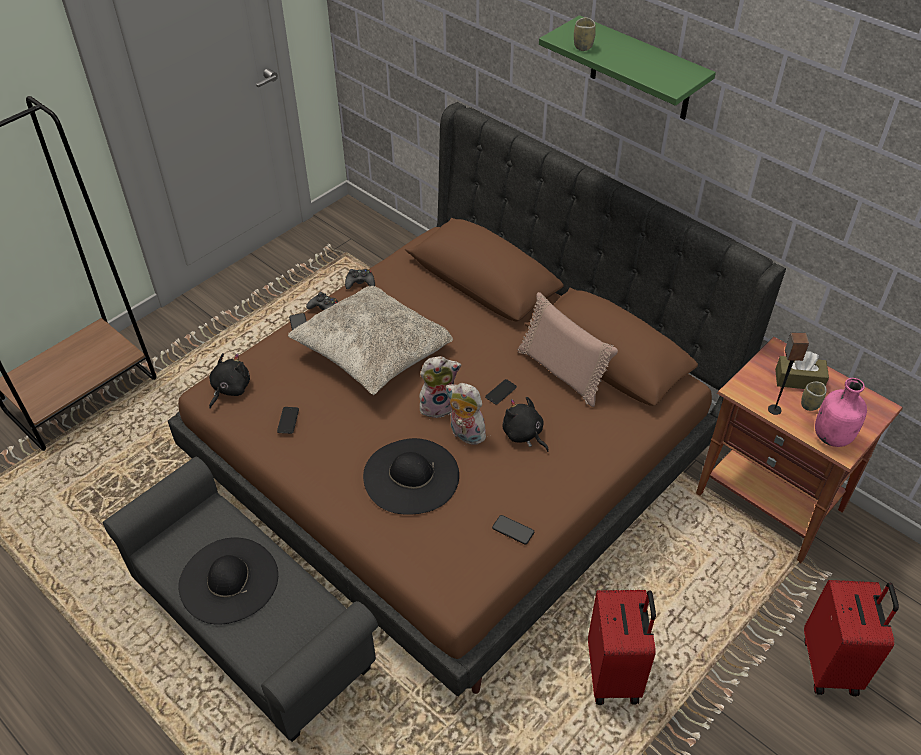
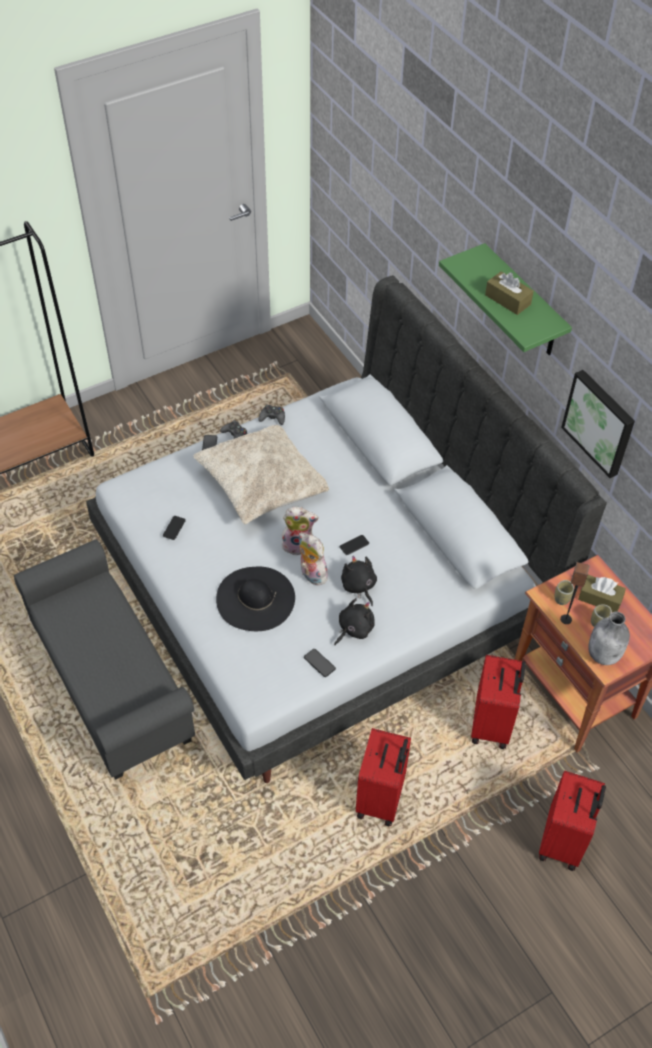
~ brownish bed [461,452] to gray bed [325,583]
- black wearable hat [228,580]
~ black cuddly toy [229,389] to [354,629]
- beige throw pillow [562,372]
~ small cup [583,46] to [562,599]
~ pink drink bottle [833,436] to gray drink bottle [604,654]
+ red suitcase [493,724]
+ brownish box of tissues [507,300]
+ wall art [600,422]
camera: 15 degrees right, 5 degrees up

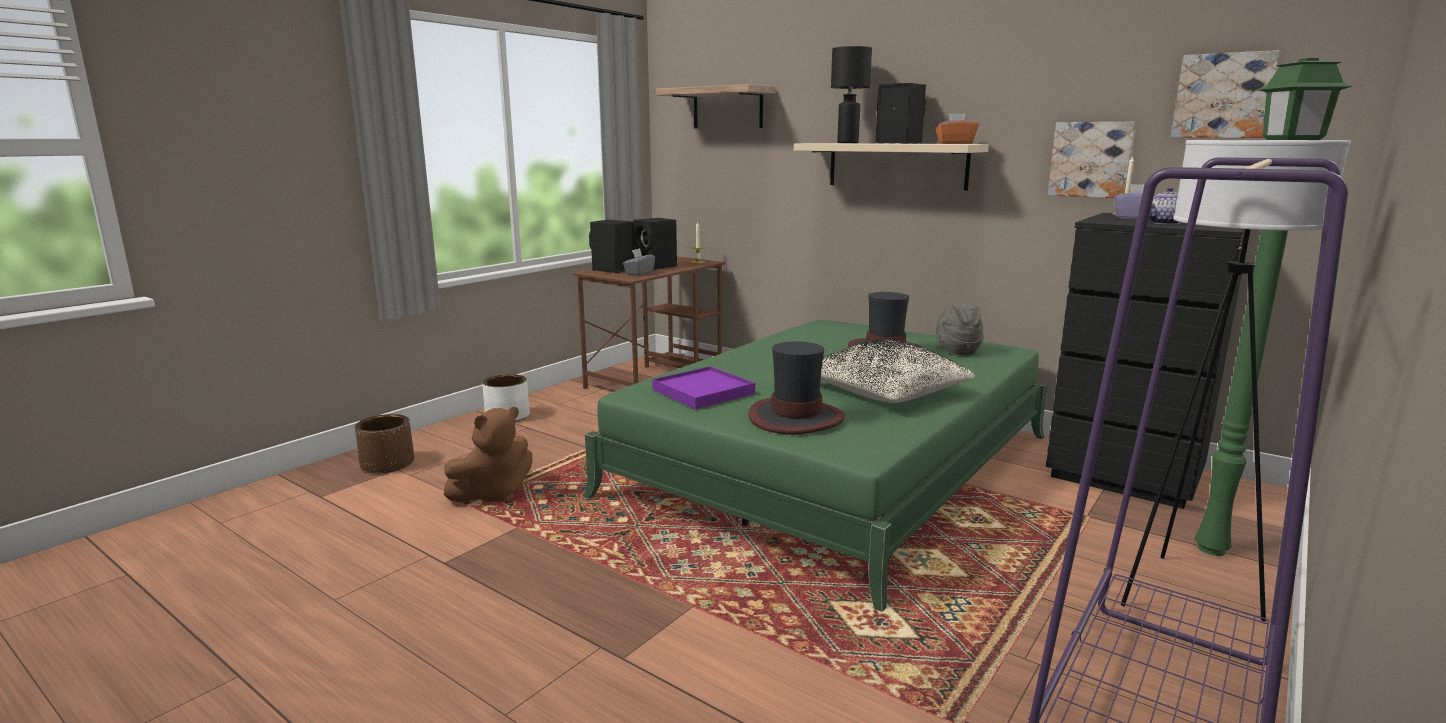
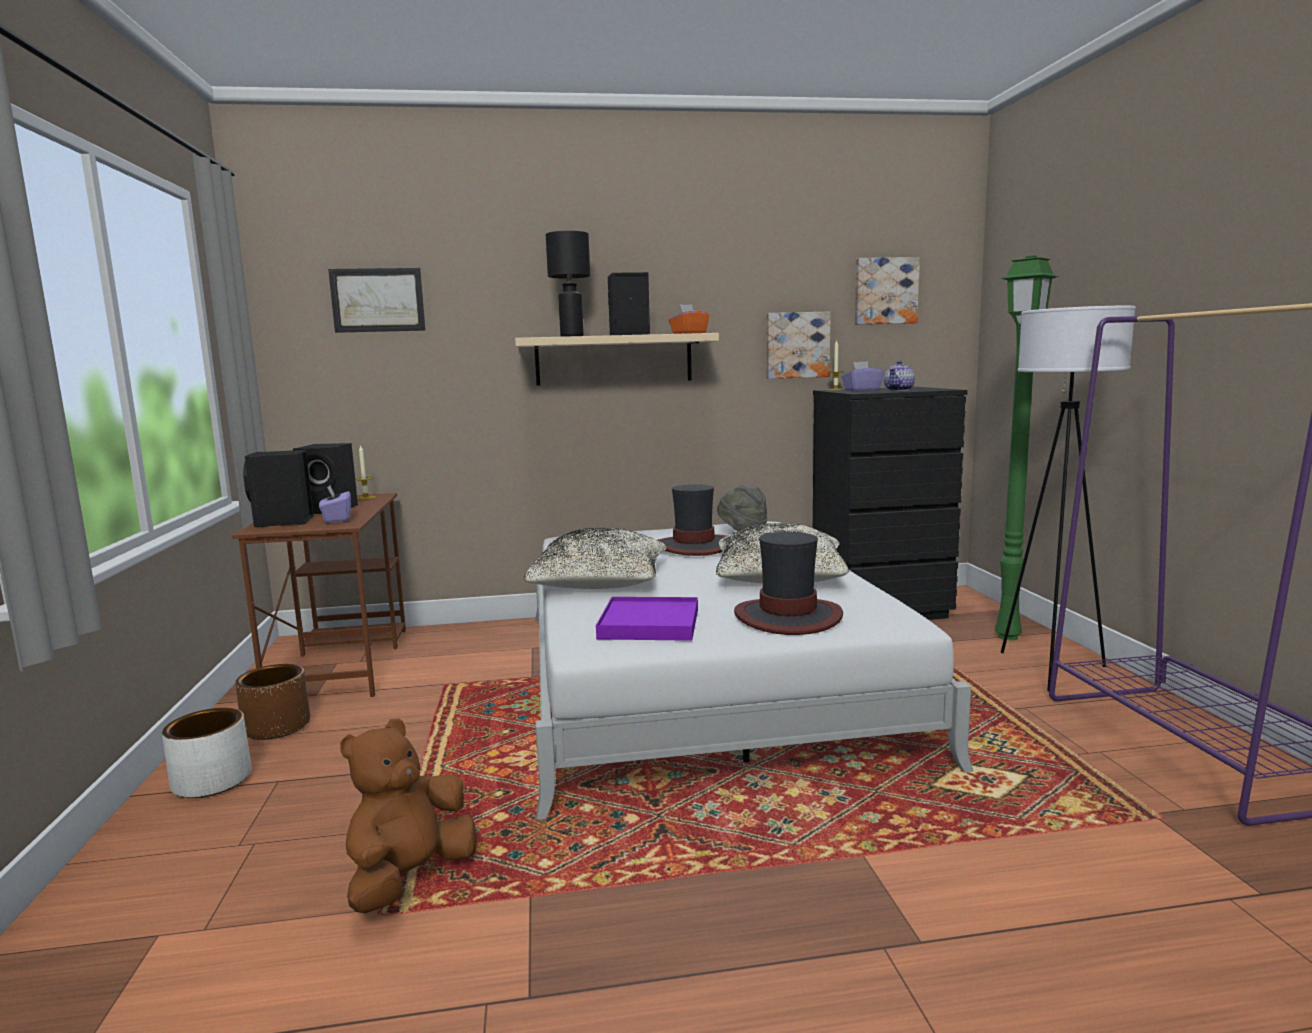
~ brownish planter [388,464] to [276,727]
~ brownish cuddly toy [494,494] = [410,878] 150 degrees counterclockwise
~ green bed [834,465] to white-coloured bed [701,677]
~ gray box of tissues [639,273] to purple box of tissues [337,519]
~ shelf [727,108] to wall art [378,300]
+ beige throw pillow [599,580]
camera: 45 degrees left, 5 degrees down

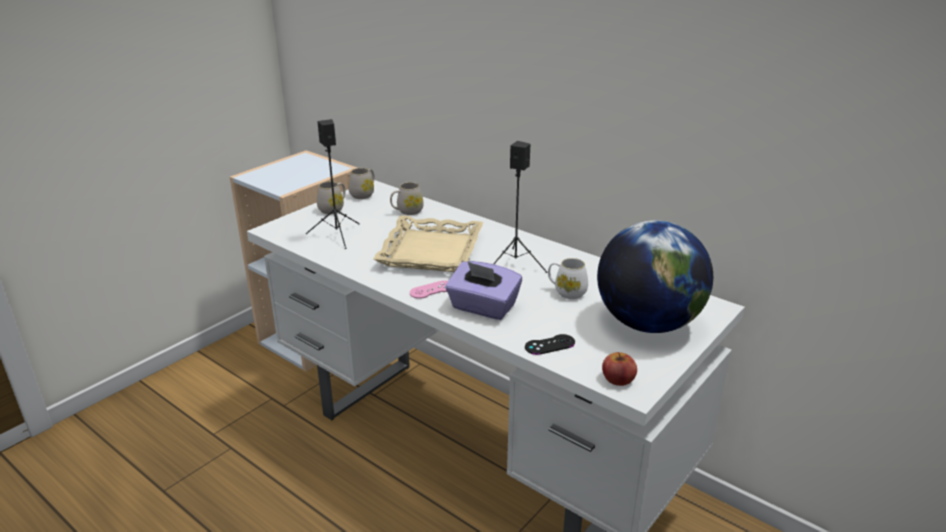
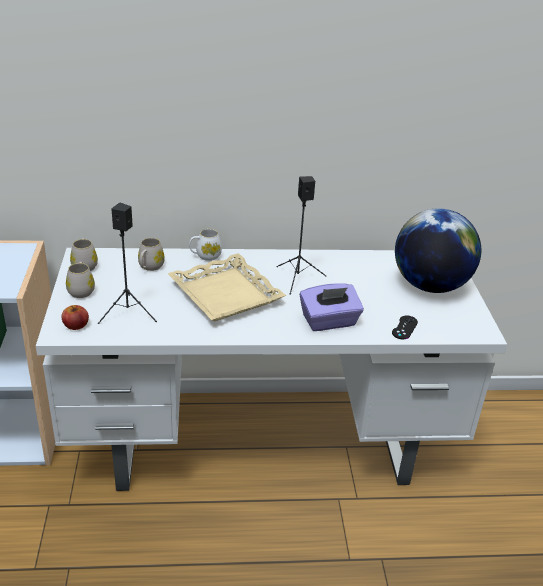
- pink gamepad [432,290]
~ white-coloured mug [566,291] to [205,256]
~ apple [618,378] to [76,325]
camera: 45 degrees left, 5 degrees up

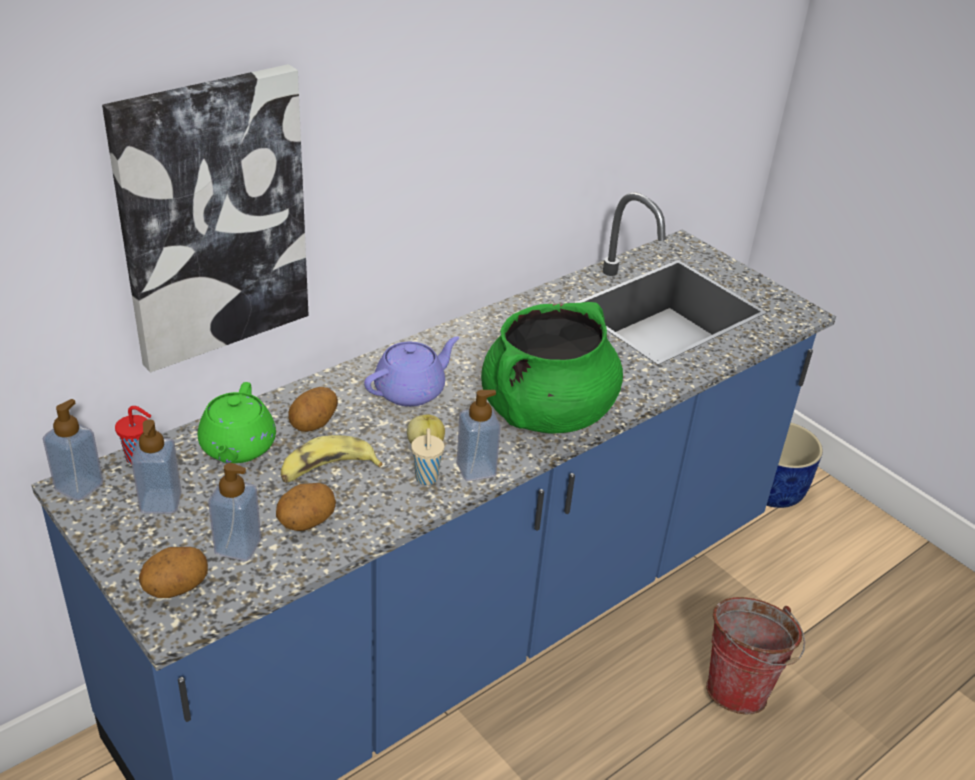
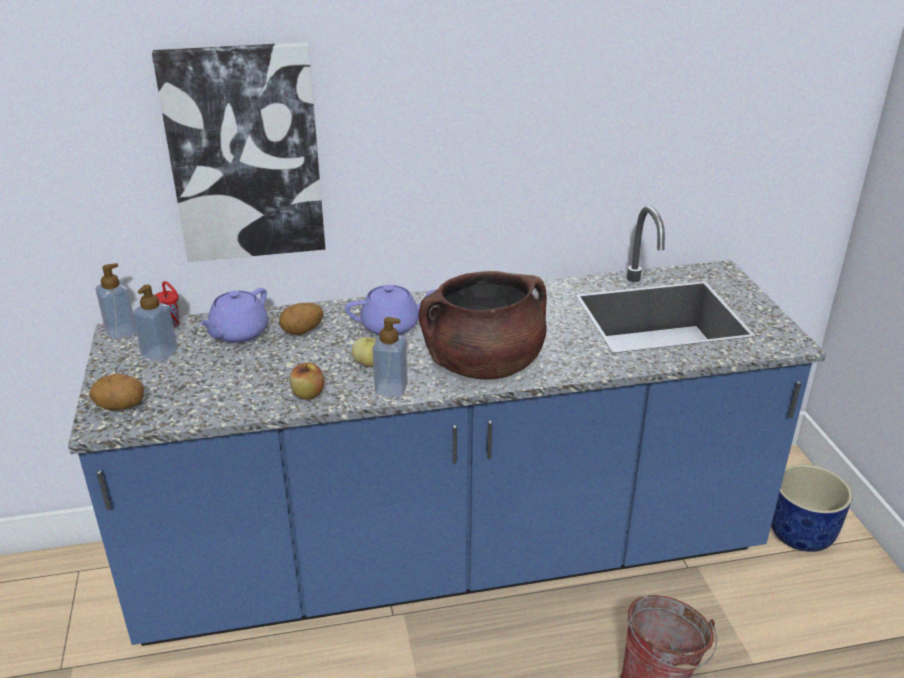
~ green pot for tea [237,447] to purple pot for tea [238,333]
- soap bottle [238,546]
- spud [306,522]
- whole banana [327,470]
- beige small cup [426,479]
~ green stockpot [547,413] to brownish stockpot [483,365]
+ apple [308,394]
camera: 30 degrees right, 5 degrees down

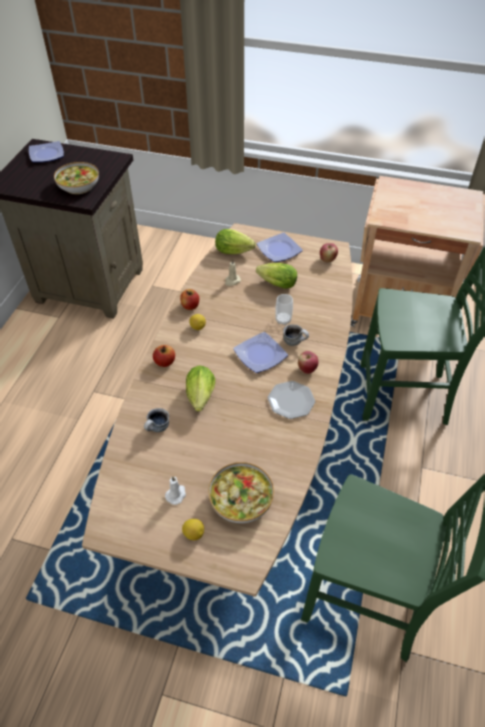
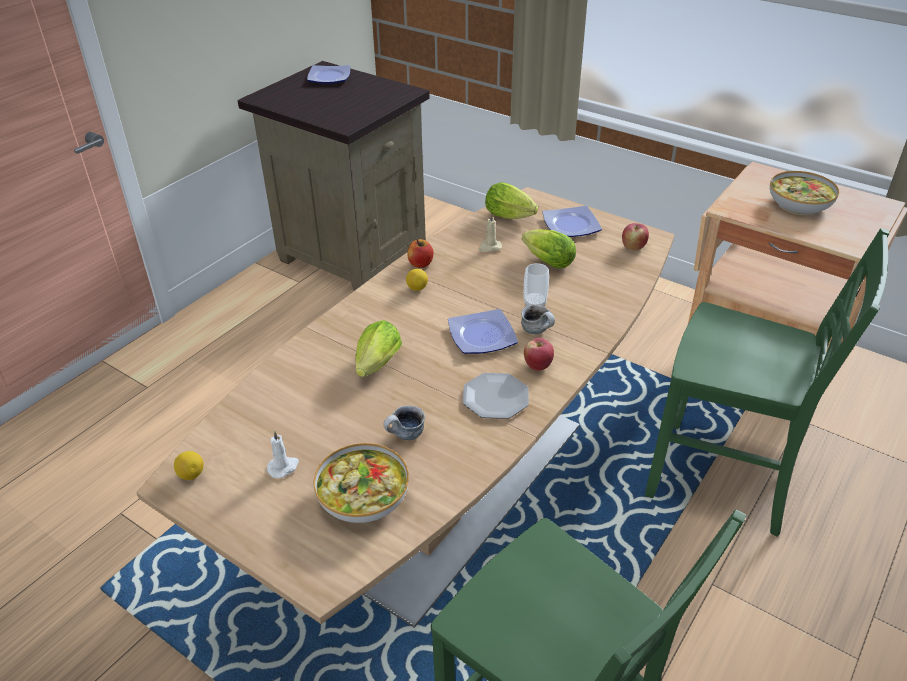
~ deep dish [79,186] to [799,204]
~ mug [157,429] to [405,436]
- apple [165,362]
~ whole lemon [193,533] to [191,474]
camera: 20 degrees right, 10 degrees down

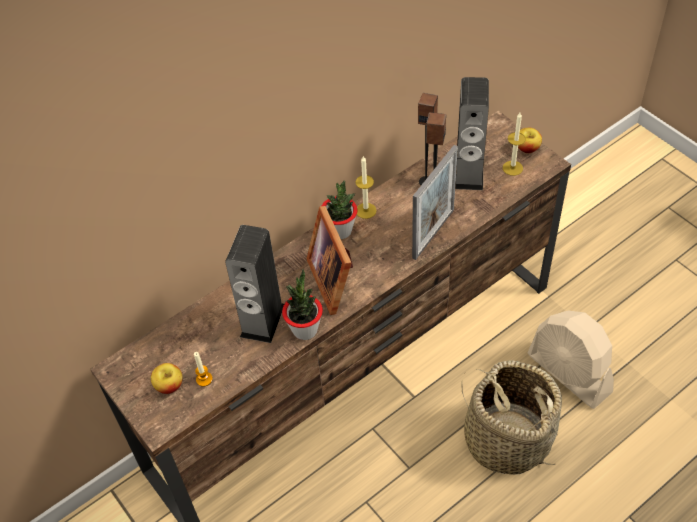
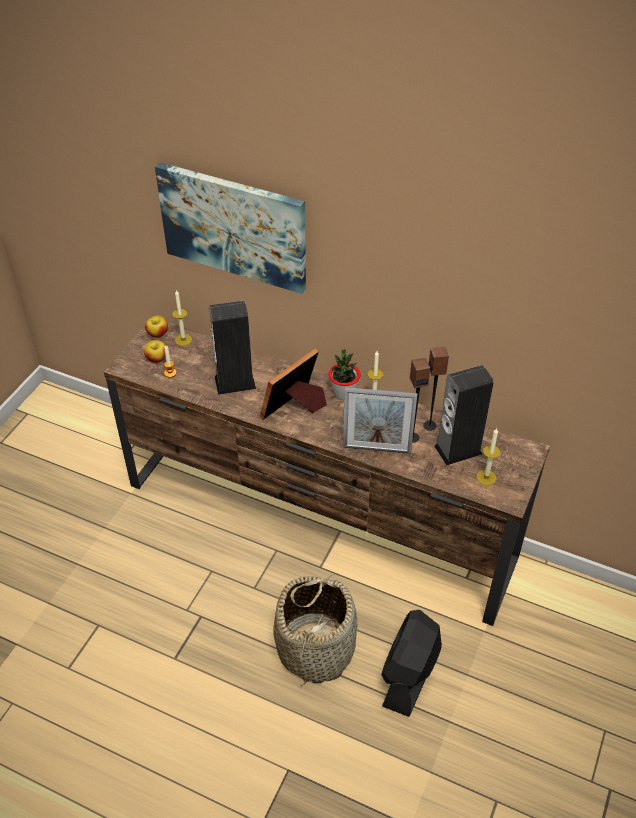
- potted plant [305,329]
~ apple [527,148] to [157,333]
~ beige fan [569,373] to black fan [409,675]
+ wall art [234,226]
+ candle [183,340]
camera: 60 degrees right, 5 degrees down

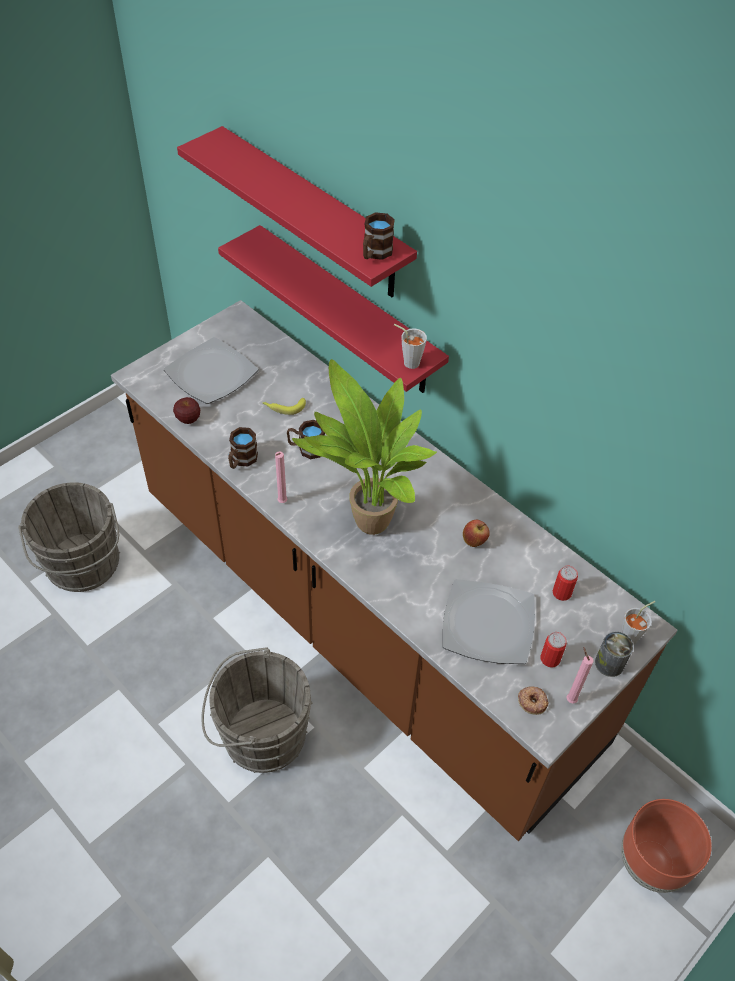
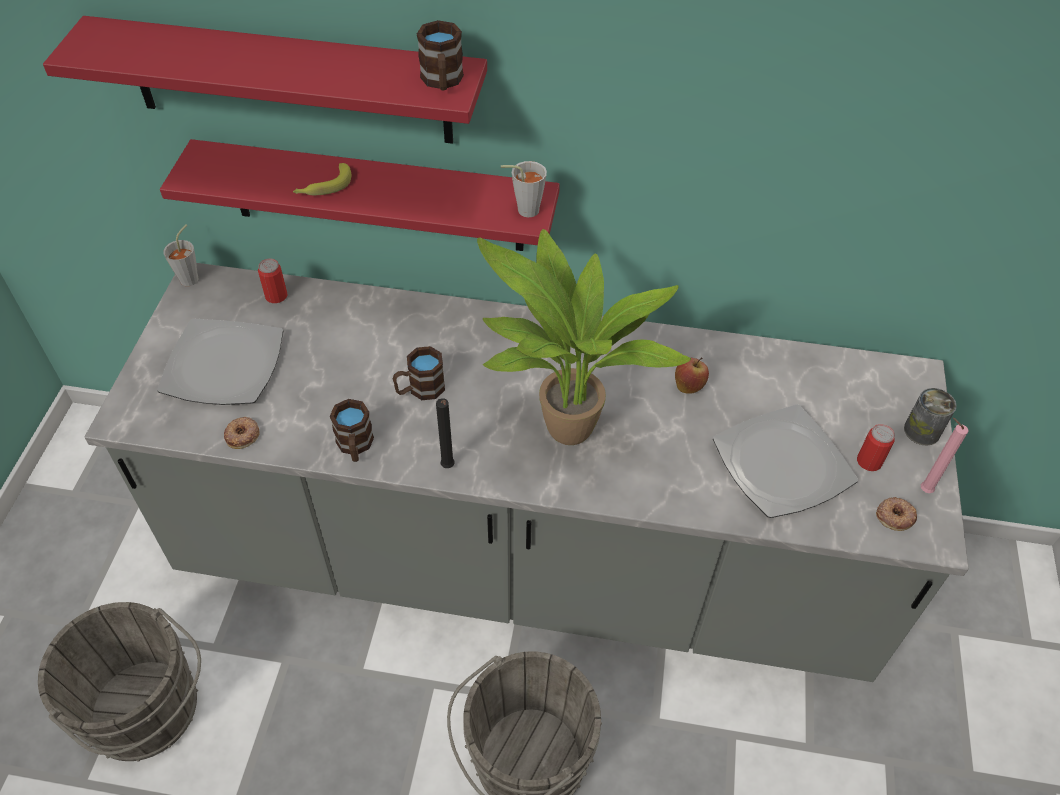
~ brownish counter [361,617] to gray counter [526,560]
~ apple [188,419] to ring doughnut [243,435]
~ whole banana [284,407] to [323,187]
~ pink candle [281,503] to black candle [448,468]
~ sealed can [562,593] to [276,296]
- brownish planter [652,862]
~ gray small cup [632,636] to [192,277]
camera: 35 degrees left, 0 degrees up

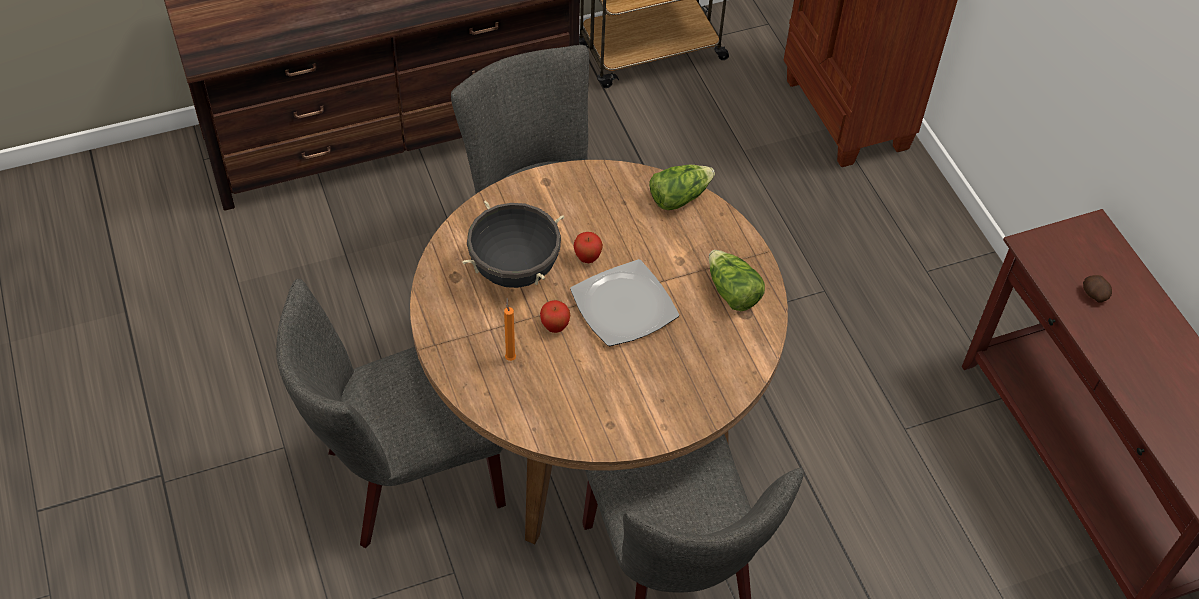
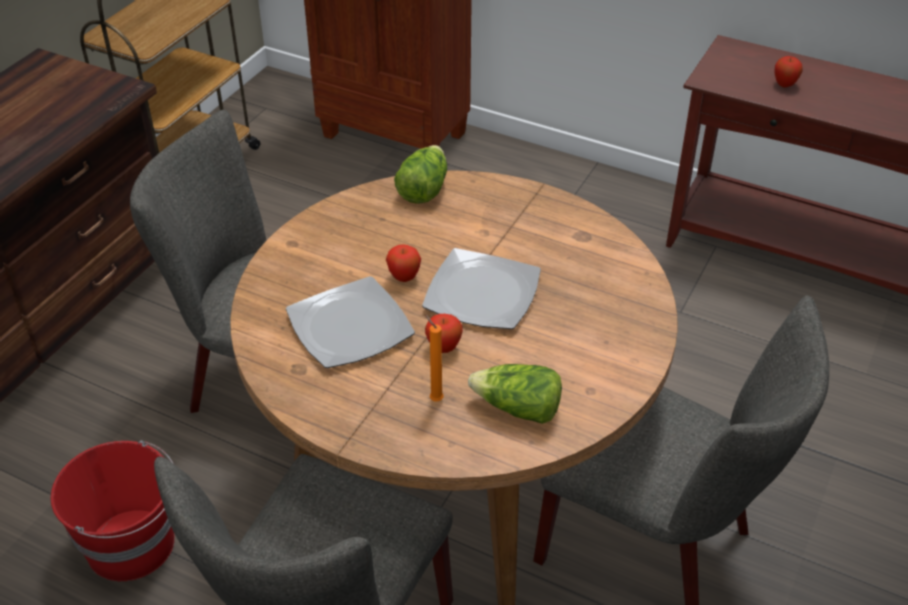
~ black stockpot [514,270] to flat dish [349,328]
~ lettuce head [732,292] to [518,409]
~ spud [1093,294] to apple [784,85]
+ red bucket [133,544]
camera: 40 degrees left, 10 degrees down

